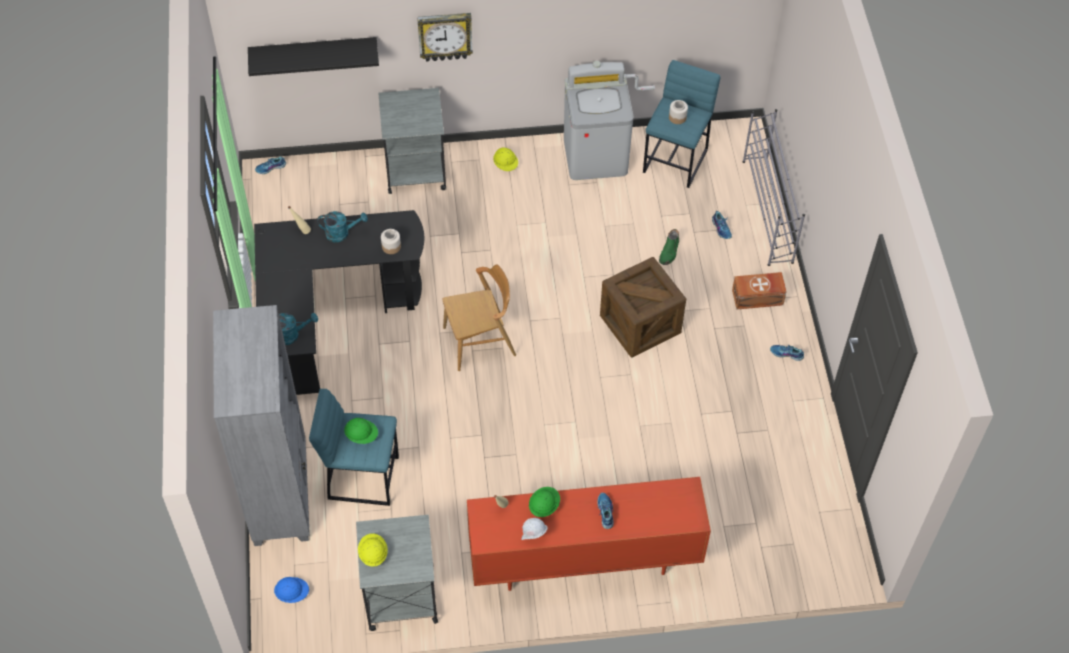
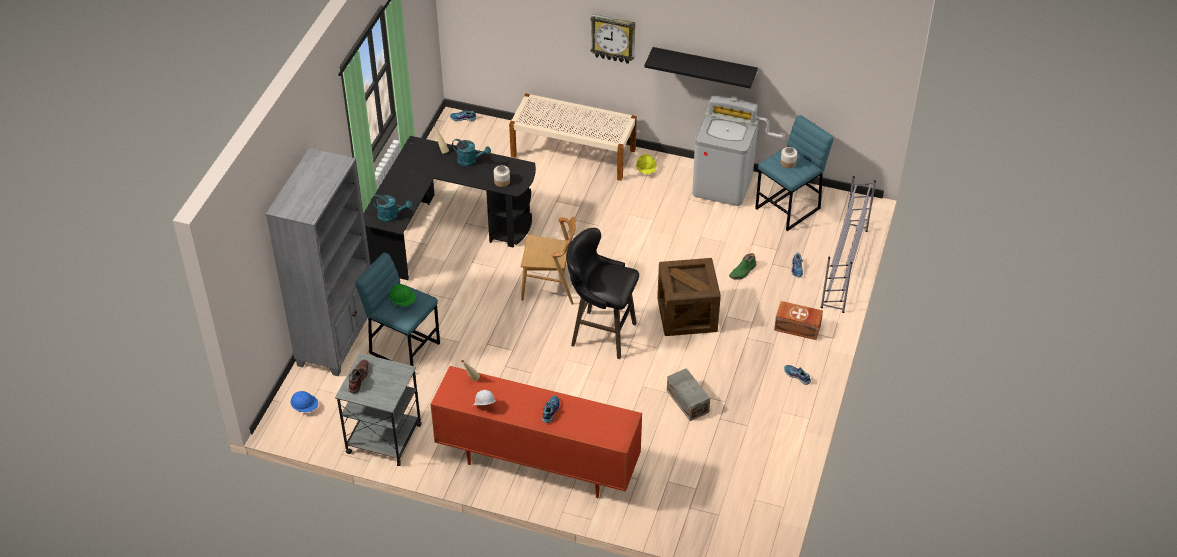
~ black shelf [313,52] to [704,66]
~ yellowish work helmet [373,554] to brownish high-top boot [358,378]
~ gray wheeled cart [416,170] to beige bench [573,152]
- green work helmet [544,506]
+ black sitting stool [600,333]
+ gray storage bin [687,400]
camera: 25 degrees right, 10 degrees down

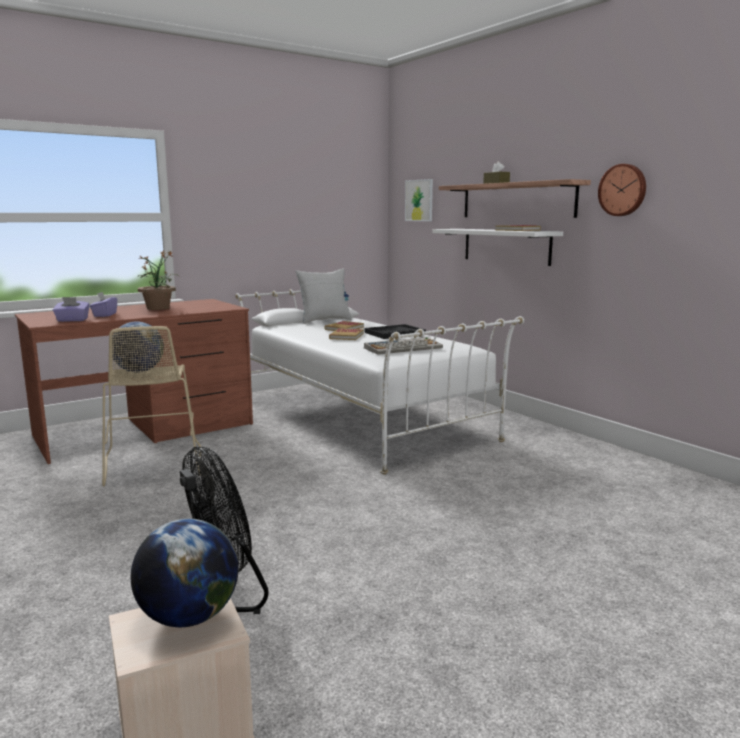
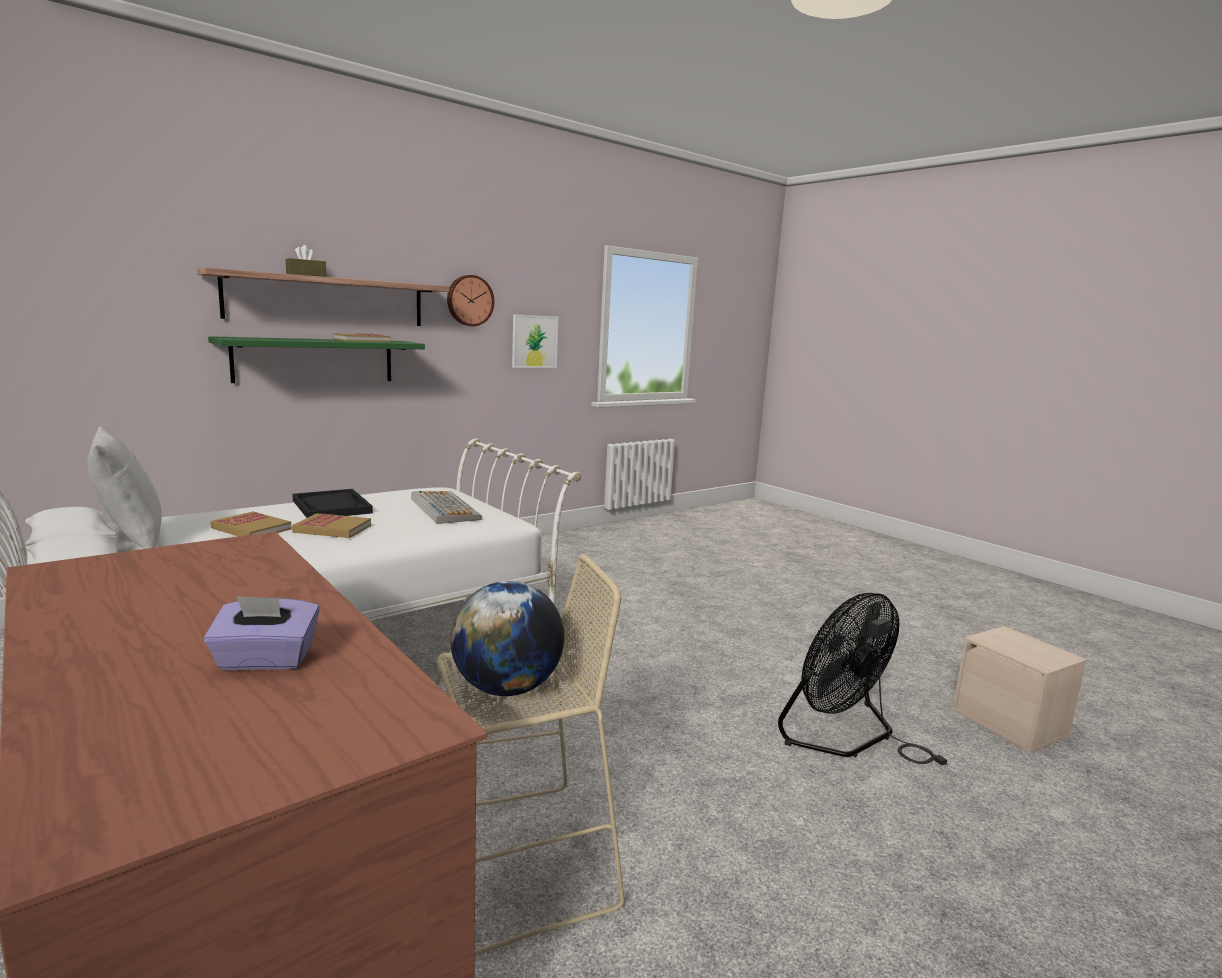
- purple box of tissues [72,320]
- world globe [188,617]
- potted plant [158,308]
~ wall art [419,200] to [534,341]
~ white-coloured shelf [506,246] to green shelf [315,360]
camera: 95 degrees left, 0 degrees up

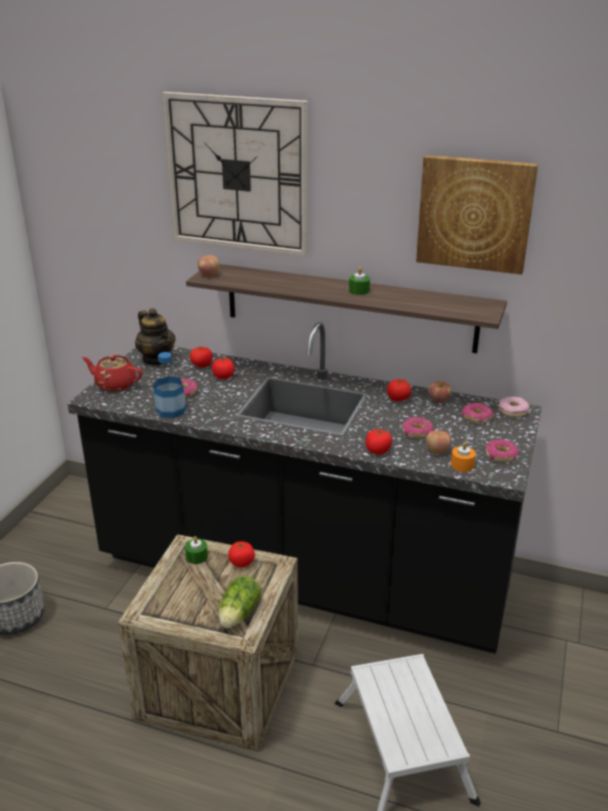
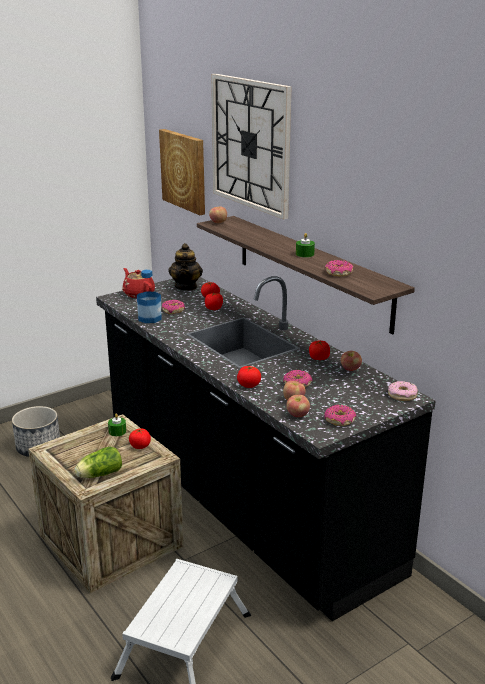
~ wall art [475,213] to [184,171]
~ orange-coloured candle [462,465] to apple [298,415]
~ ring doughnut [477,418] to [338,273]
camera: 35 degrees right, 5 degrees down

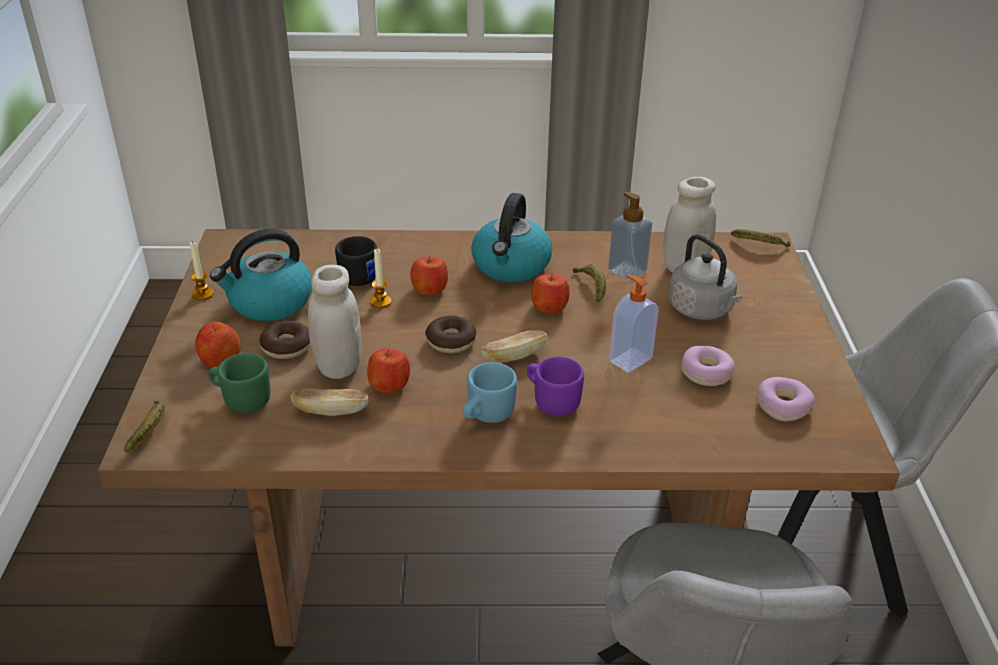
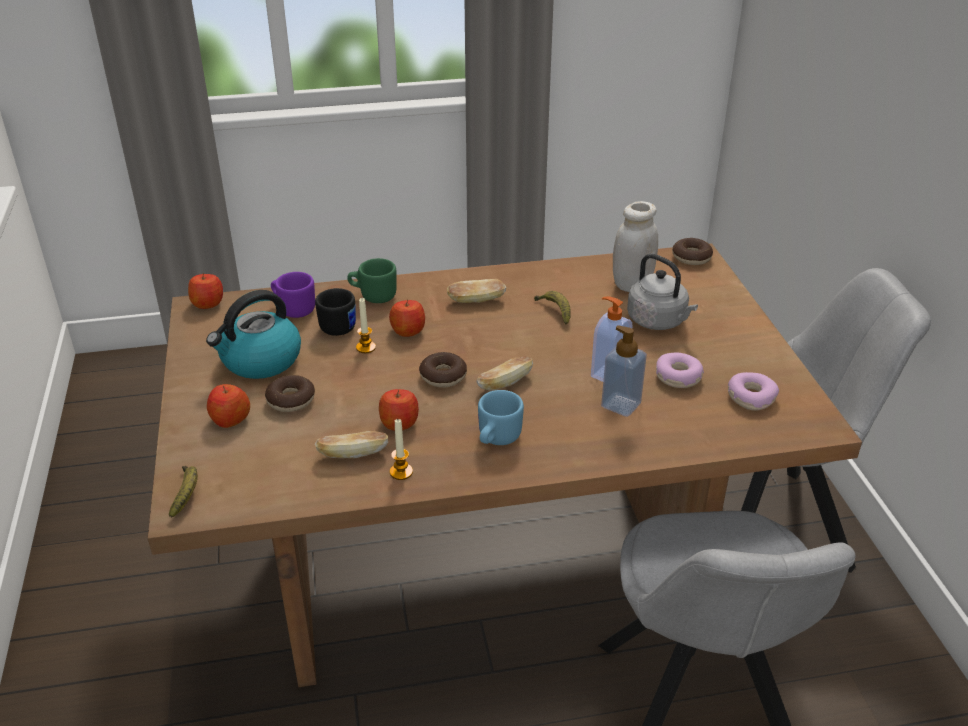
~ candle [202,294] to [401,472]
~ green mug [241,400] to [373,296]
- white-coloured jar [338,366]
~ tea kettle [511,266] to bread [476,301]
~ purple mug [552,401] to [293,308]
~ apple [549,307] to [208,303]
~ soap bottle [627,271] to [621,405]
~ whole banana [759,245] to ring doughnut [691,257]
camera: 10 degrees left, 0 degrees up

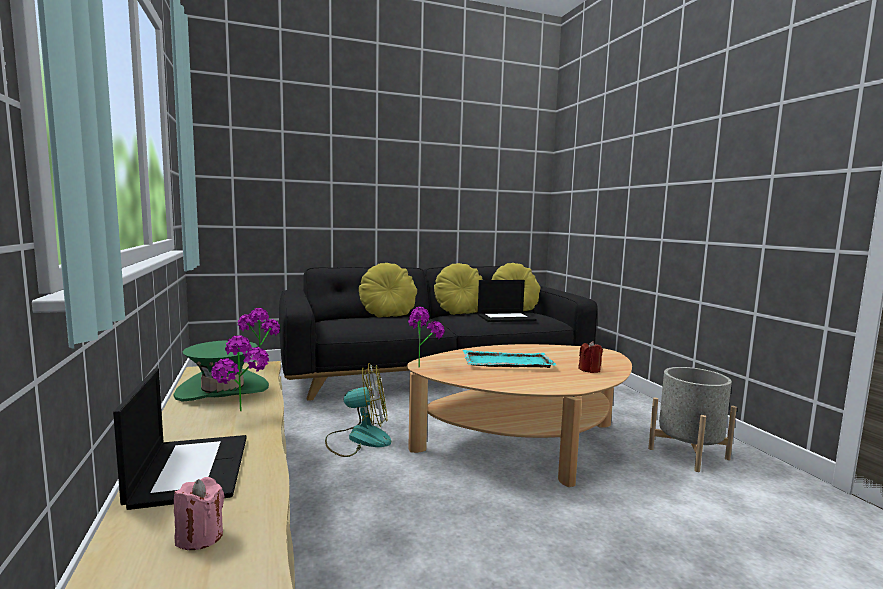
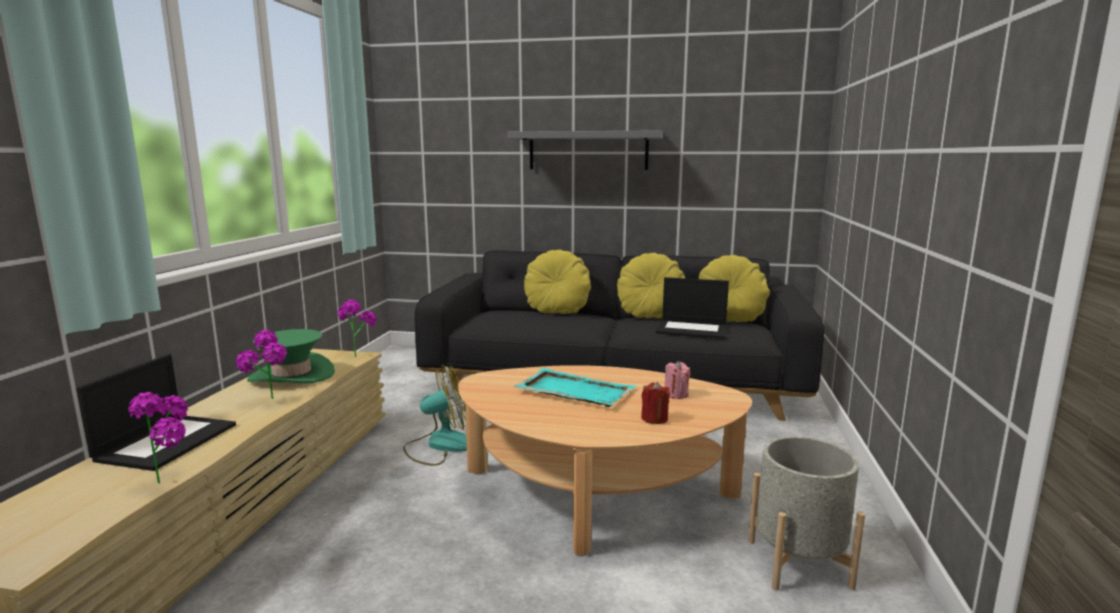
~ pink candle [200,537] to [676,394]
~ fan [359,439] = [439,445] 45 degrees counterclockwise
~ potted plant [422,365] to [173,479]
+ gray shelf [588,151]
camera: 30 degrees right, 5 degrees up

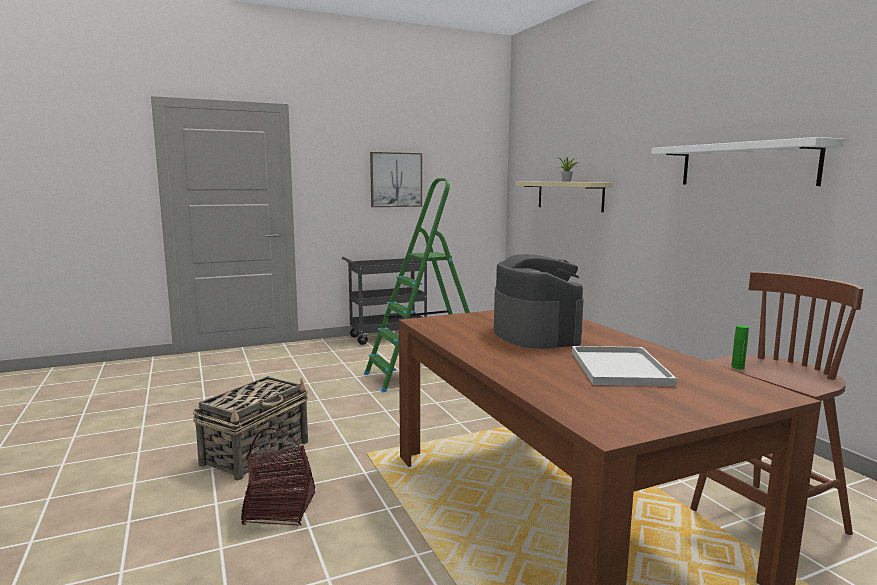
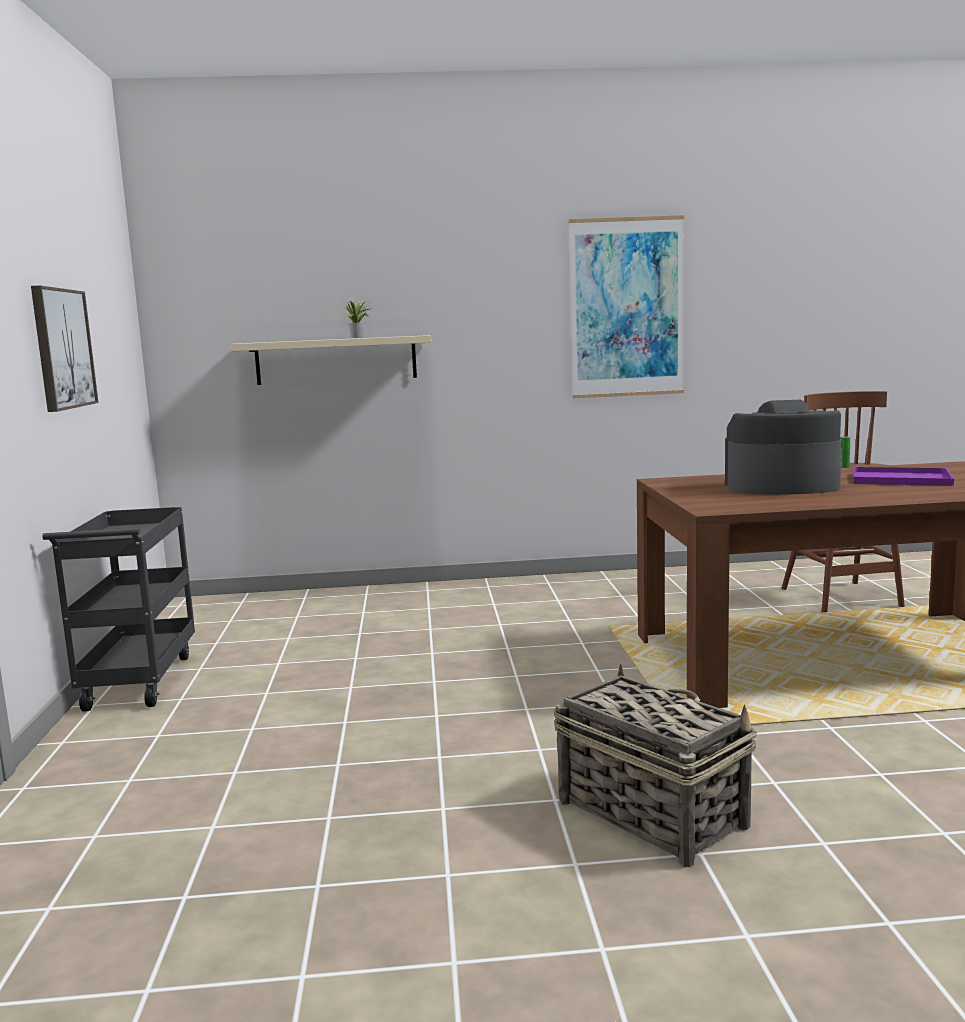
- storage basket [280,509]
- green step stool [427,374]
~ white-coloured serving tray [617,367] to purple serving tray [898,479]
~ white-coloured shelf [746,164] to wall art [626,308]
camera: 70 degrees left, 0 degrees up

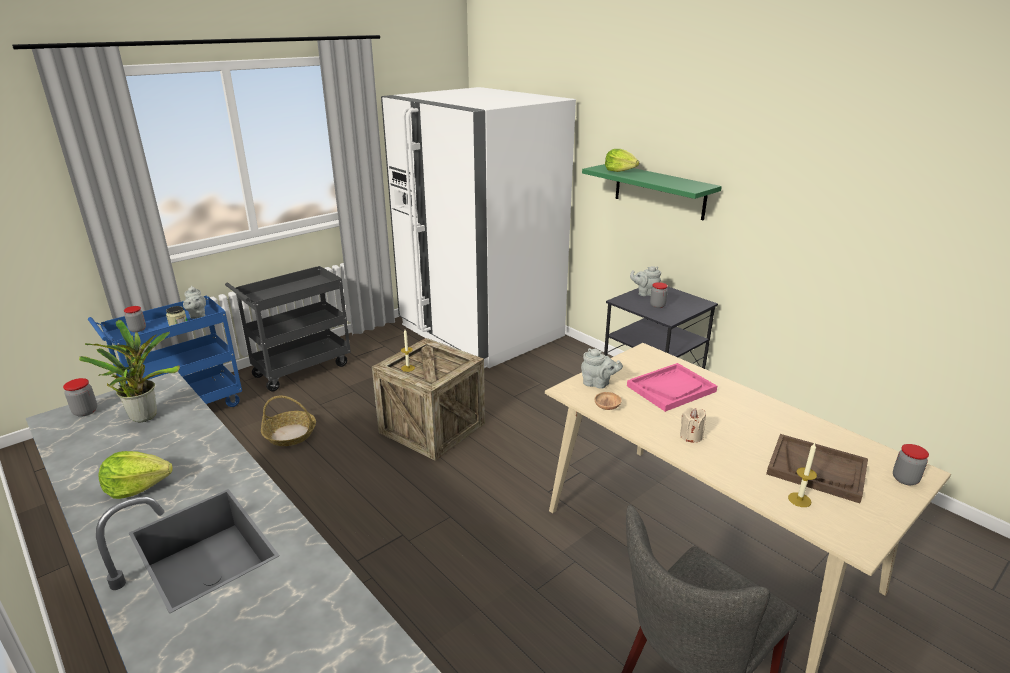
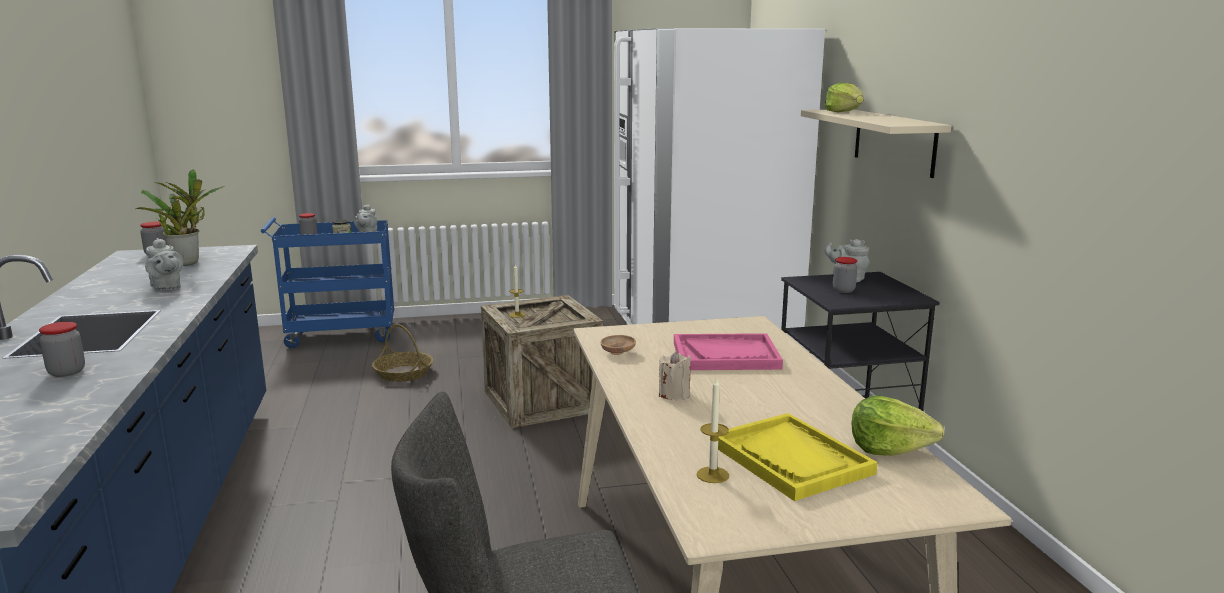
~ lettuce head [137,486] to [889,448]
- gray wheeled cart [299,372]
~ gray pot for tea [598,384] to [166,287]
~ green shelf [659,191] to beige shelf [894,141]
~ brownish serving tray [817,469] to yellowish serving tray [791,459]
~ jar [905,479] to [66,372]
camera: 30 degrees right, 10 degrees down

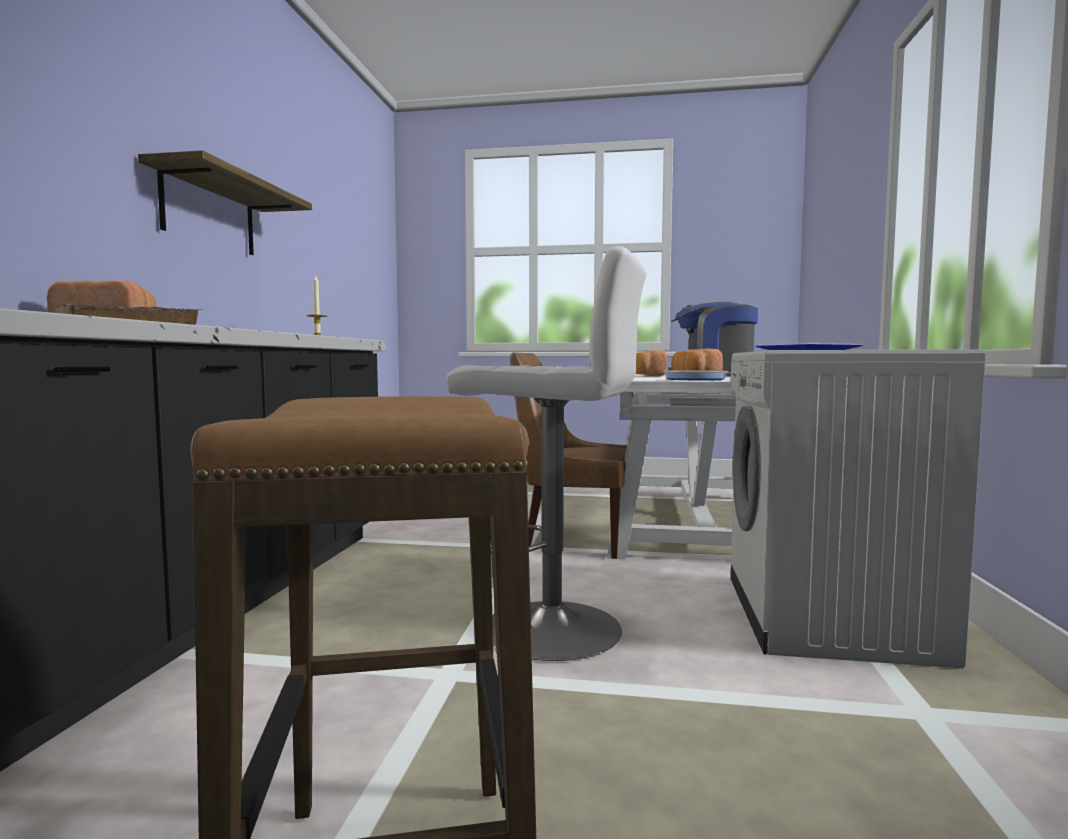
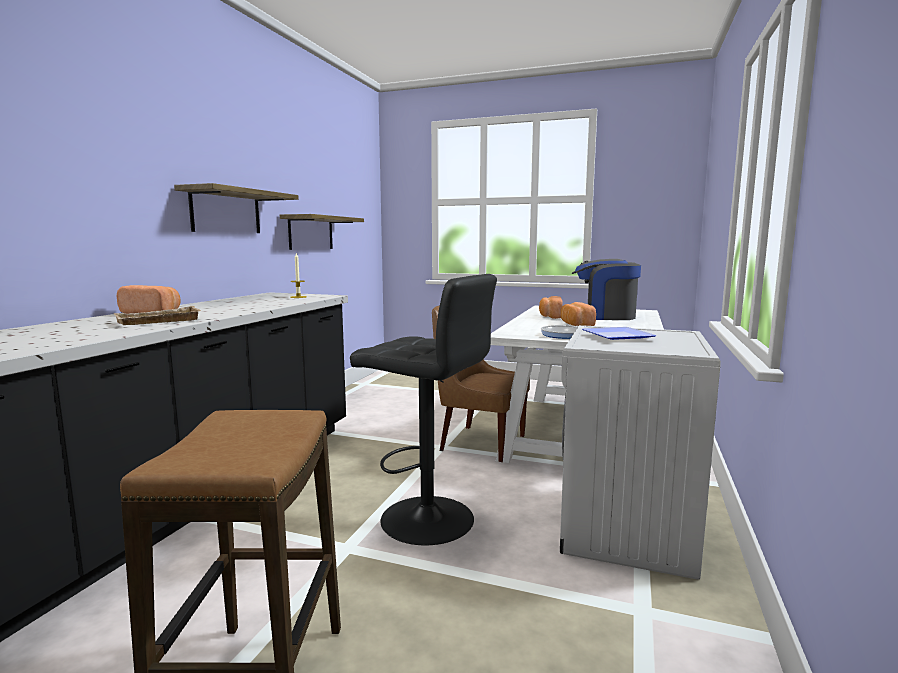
~ white-coloured sitting stool [553,630] to black sitting stool [427,520]
+ shelf [311,233]
camera: 10 degrees right, 5 degrees up

